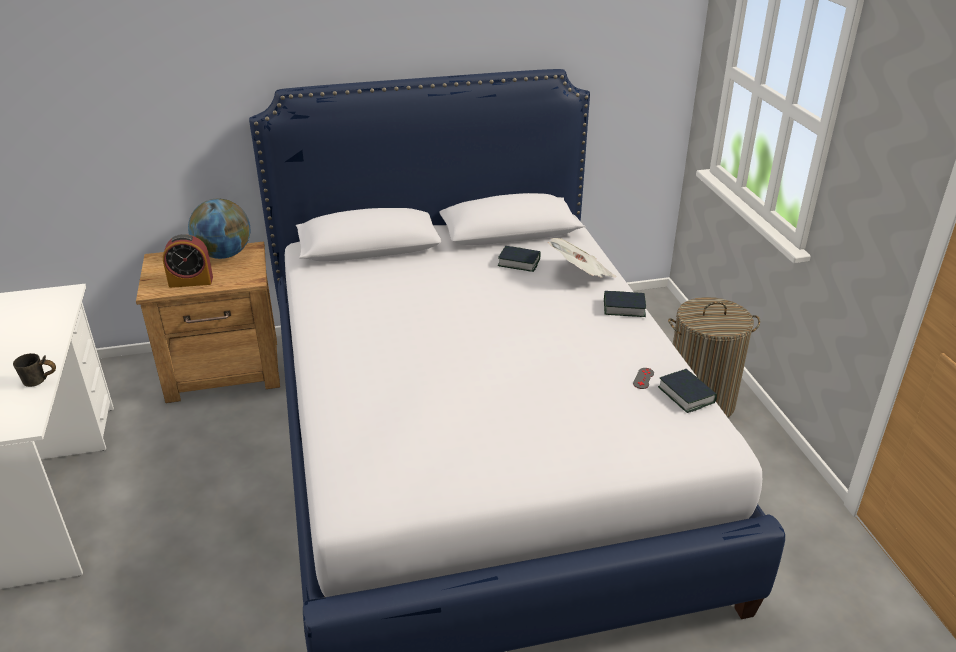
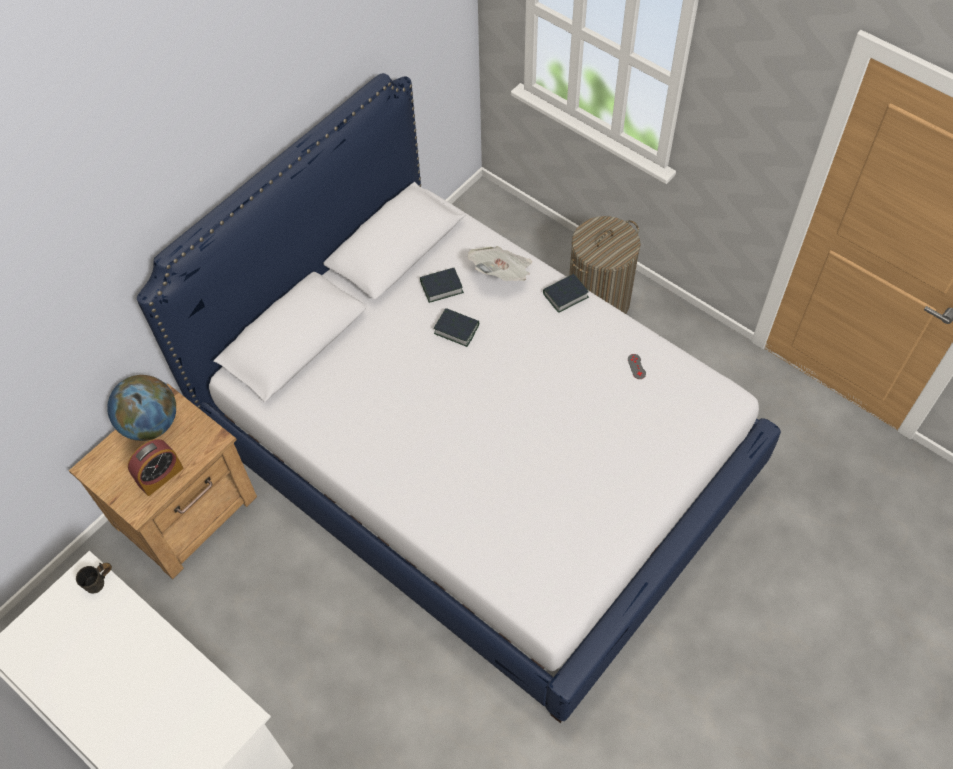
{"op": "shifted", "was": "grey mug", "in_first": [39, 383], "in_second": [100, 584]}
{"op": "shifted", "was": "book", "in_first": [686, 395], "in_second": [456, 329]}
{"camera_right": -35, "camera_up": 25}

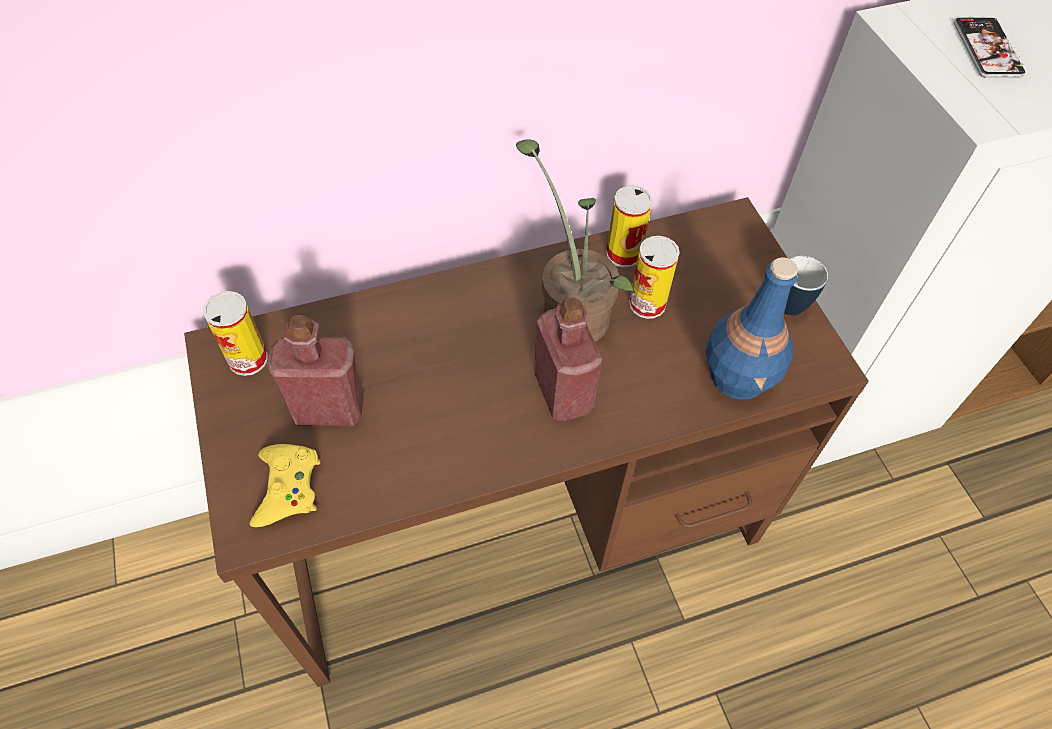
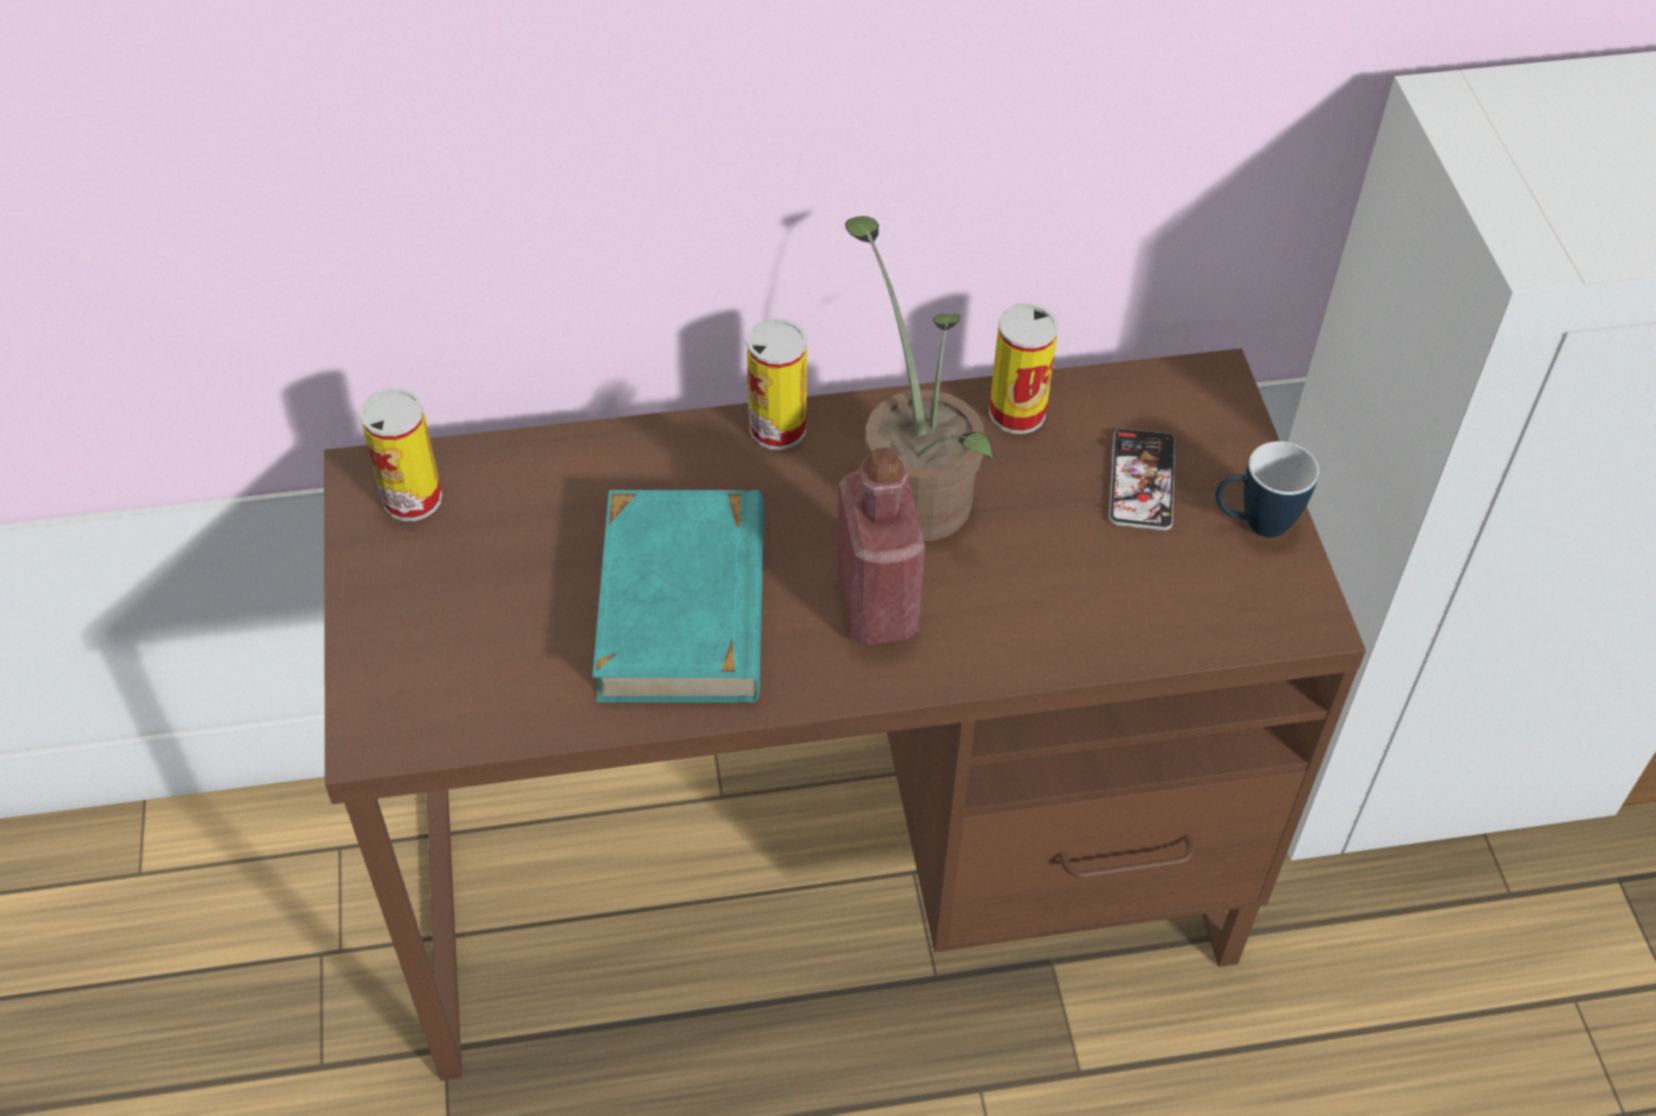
{"op": "new", "now": "turquoise book", "in_second": [685, 605]}
{"op": "shifted", "was": "can", "in_first": [647, 304], "in_second": [778, 428]}
{"op": "shifted", "was": "phone", "in_first": [987, 49], "in_second": [1142, 481]}
{"op": "gone", "was": "yellow game controller", "in_first": [287, 488]}
{"op": "gone", "was": "red bottle", "in_first": [328, 408]}
{"op": "gone", "was": "blue bottle", "in_first": [739, 376]}
{"camera_right": 10, "camera_up": -5}

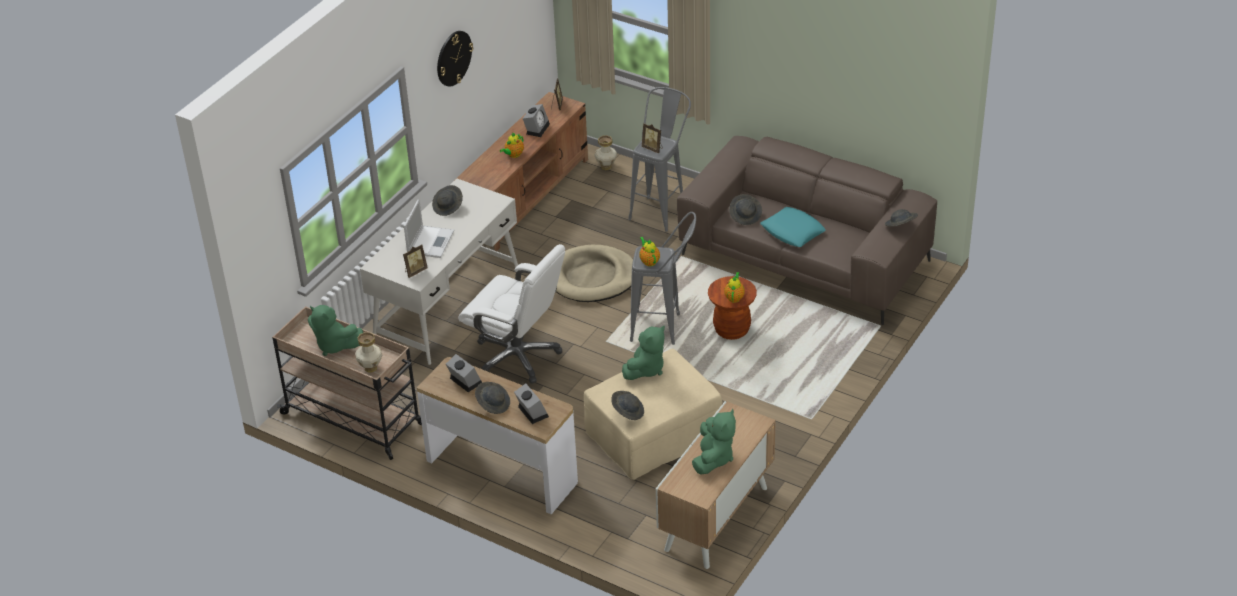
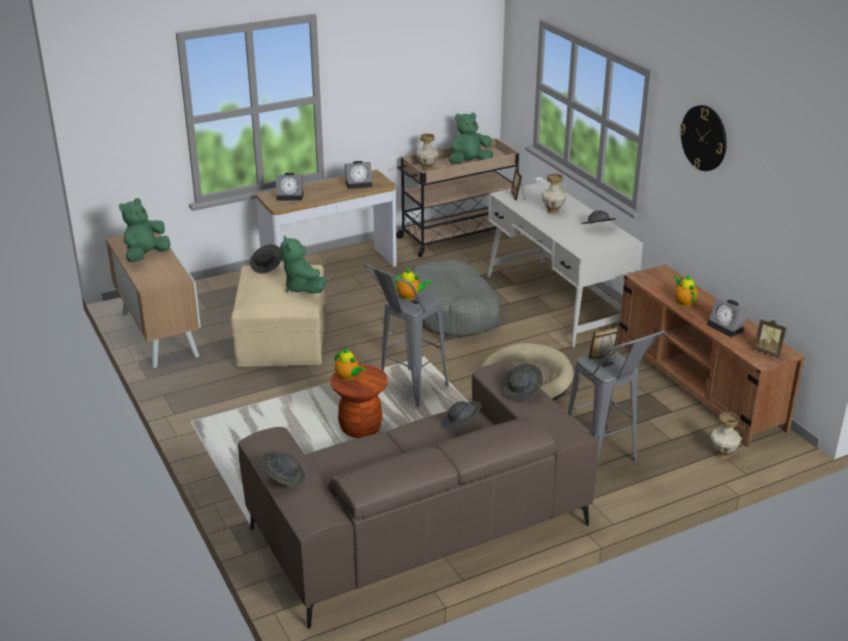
{"op": "rotated", "was": "green plush toy", "in_first": [713, 458], "in_second": [146, 256], "clockwise": 75}
{"op": "swapped", "was": "white office chair", "now": "grey dog bed", "in_first": [518, 356], "in_second": [453, 312]}
{"op": "shifted", "was": "grey hat", "in_first": [493, 404], "in_second": [522, 391]}
{"op": "swapped", "was": "laptop", "now": "vase", "in_first": [431, 241], "in_second": [553, 211]}
{"op": "gone", "was": "turquoise pillow", "in_first": [792, 231]}
{"camera_right": 120, "camera_up": -10}

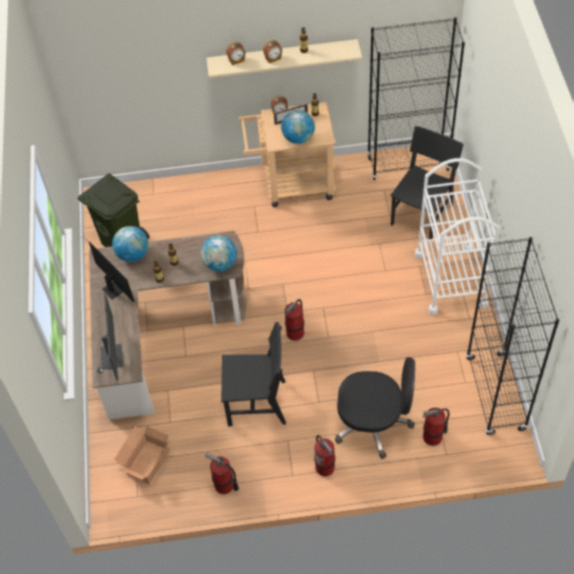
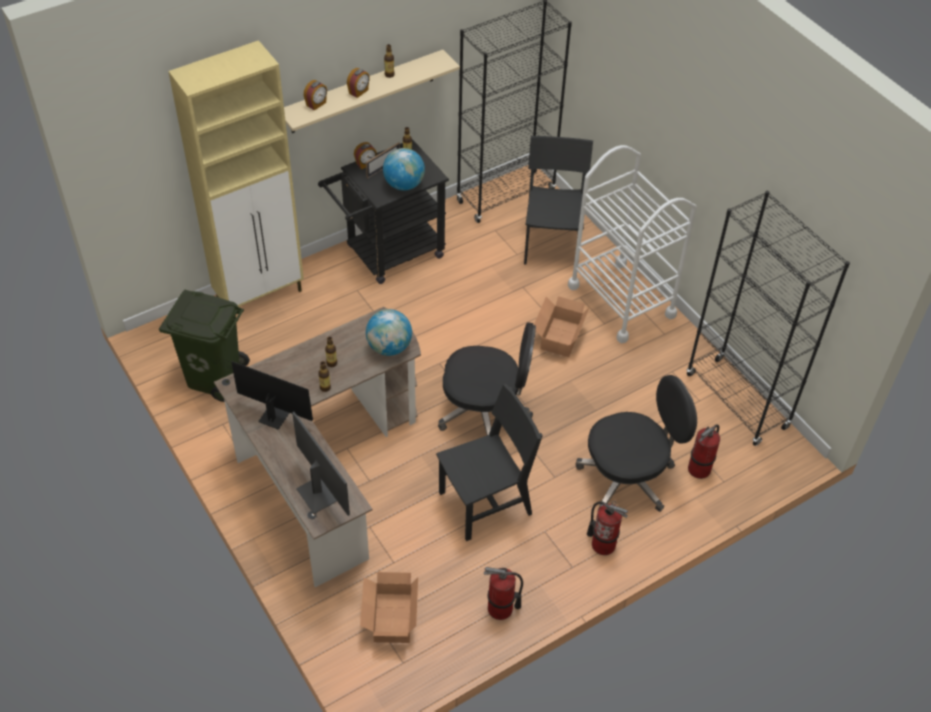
{"op": "new", "now": "beige cabinet", "in_second": [261, 295]}
{"op": "repainted", "was": "beige cart", "now": "black cart", "in_first": [292, 185], "in_second": [387, 254]}
{"op": "swapped", "was": "fire extinguisher", "now": "black office chair", "in_first": [295, 333], "in_second": [485, 411]}
{"op": "new", "now": "cardboard box", "in_second": [558, 337]}
{"op": "gone", "was": "globe", "in_first": [133, 254]}
{"camera_right": -30, "camera_up": -5}

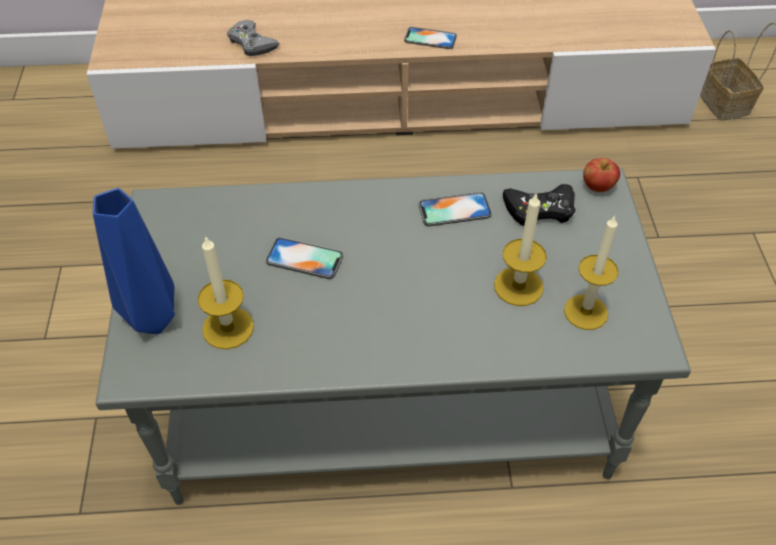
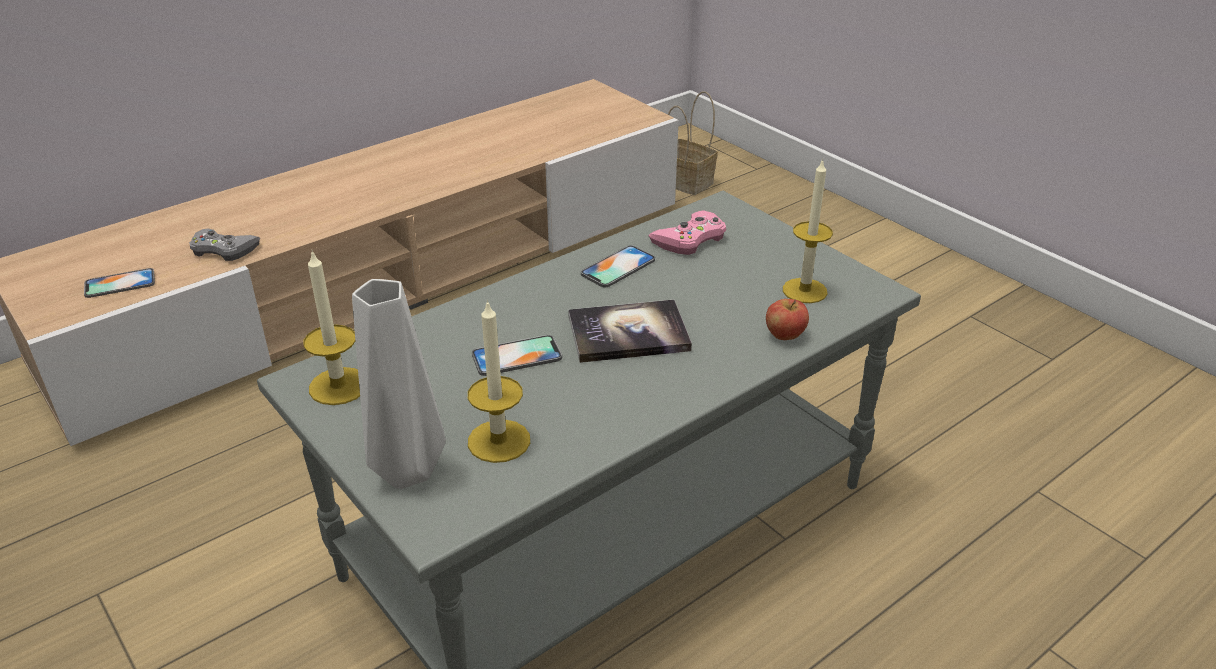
{"op": "shifted", "was": "phone", "in_first": [430, 38], "in_second": [120, 284]}
{"op": "shifted", "was": "candle", "in_first": [518, 286], "in_second": [338, 386]}
{"op": "repainted", "was": "blue vase", "now": "grey vase", "in_first": [151, 322], "in_second": [408, 473]}
{"op": "new", "now": "book", "in_second": [628, 333]}
{"op": "repainted", "was": "black game controller", "now": "pink game controller", "in_first": [540, 209], "in_second": [690, 239]}
{"op": "shifted", "was": "apple", "in_first": [597, 186], "in_second": [784, 335]}
{"camera_right": -35, "camera_up": -15}

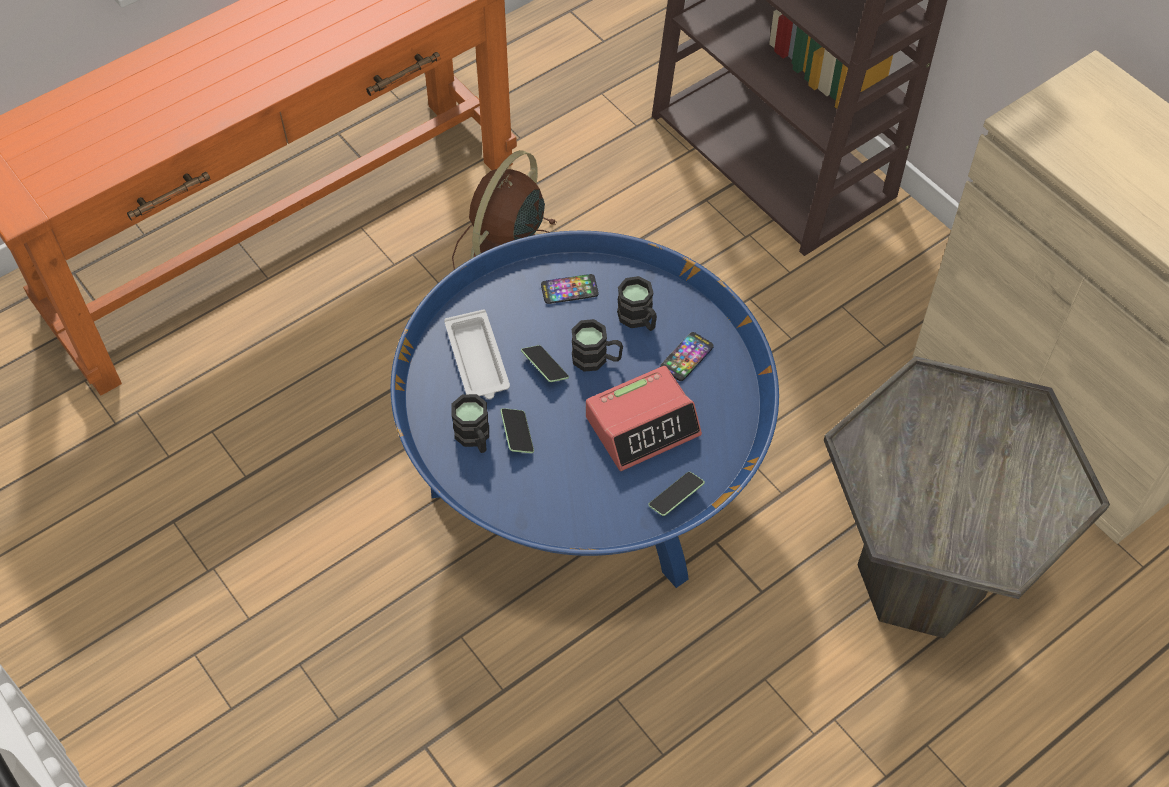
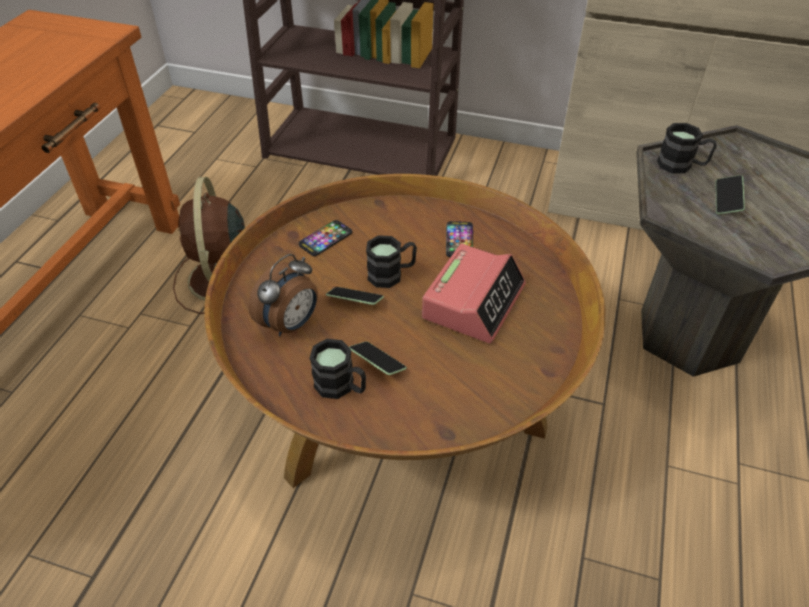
{"op": "repainted", "was": "blue coffee table", "now": "brown coffee table", "in_first": [584, 474], "in_second": [404, 396]}
{"op": "swapped", "was": "white tray", "now": "alarm clock", "in_first": [477, 360], "in_second": [291, 324]}
{"op": "shifted", "was": "black mug", "in_first": [639, 319], "in_second": [681, 165]}
{"op": "shifted", "was": "phone", "in_first": [676, 498], "in_second": [727, 201]}
{"camera_right": -35, "camera_up": -10}

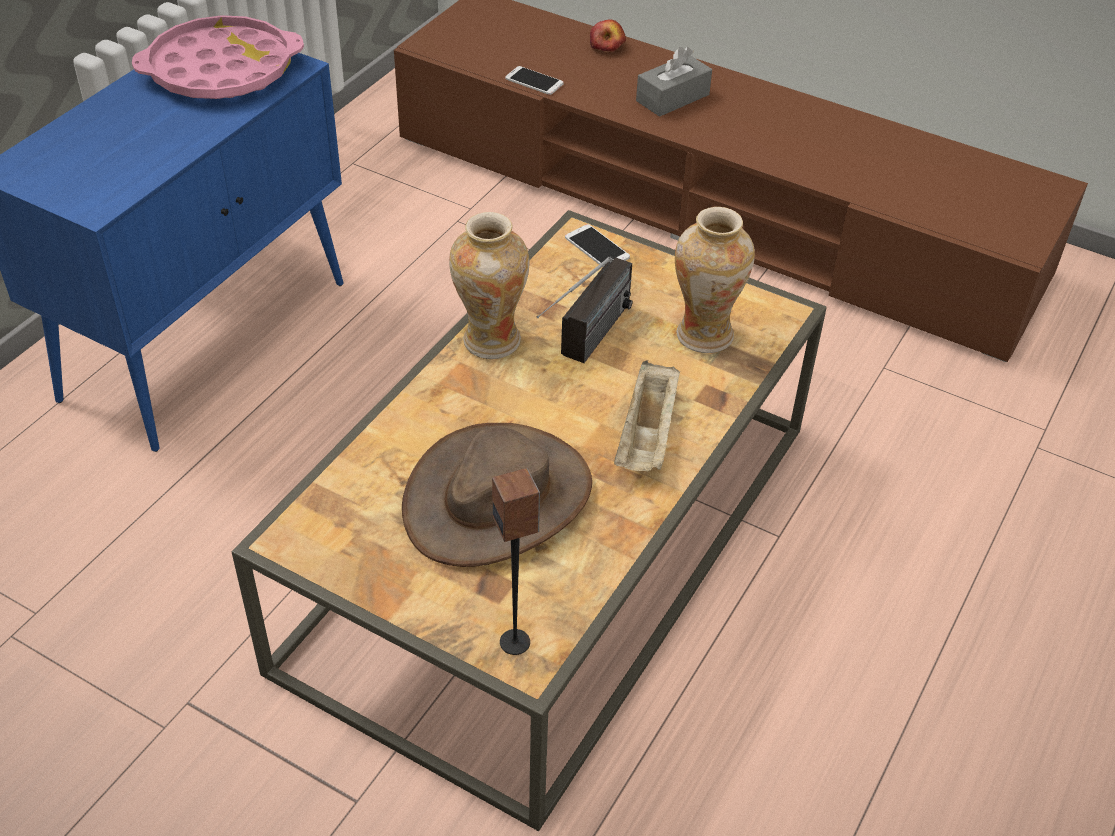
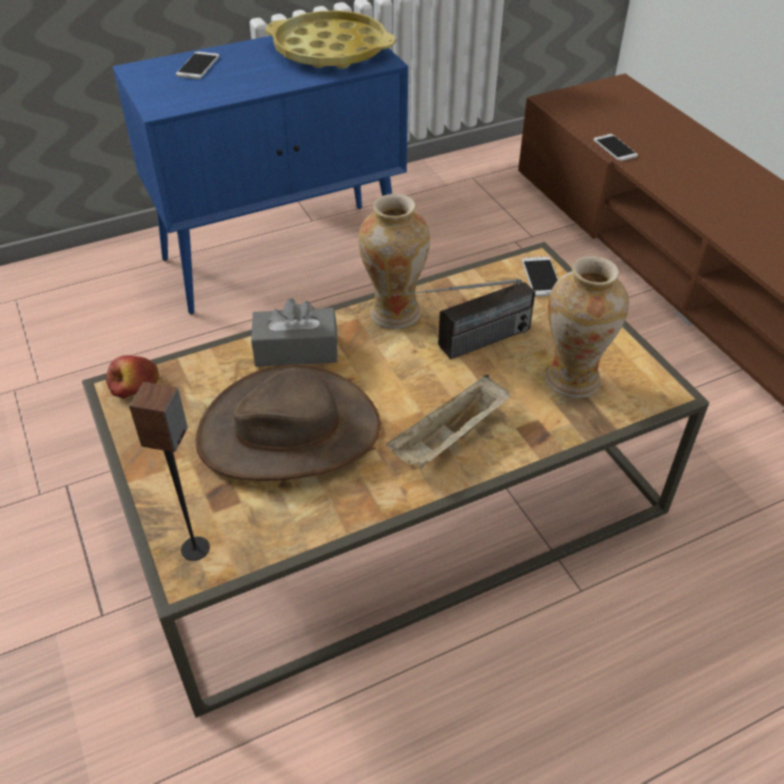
{"op": "shifted", "was": "apple", "in_first": [607, 46], "in_second": [135, 386]}
{"op": "new", "now": "phone", "in_second": [198, 66]}
{"op": "shifted", "was": "grey tissue box", "in_first": [672, 98], "in_second": [296, 350]}
{"op": "repainted", "was": "pink tray", "now": "yellow tray", "in_first": [221, 70], "in_second": [330, 50]}
{"camera_right": 35, "camera_up": 0}

